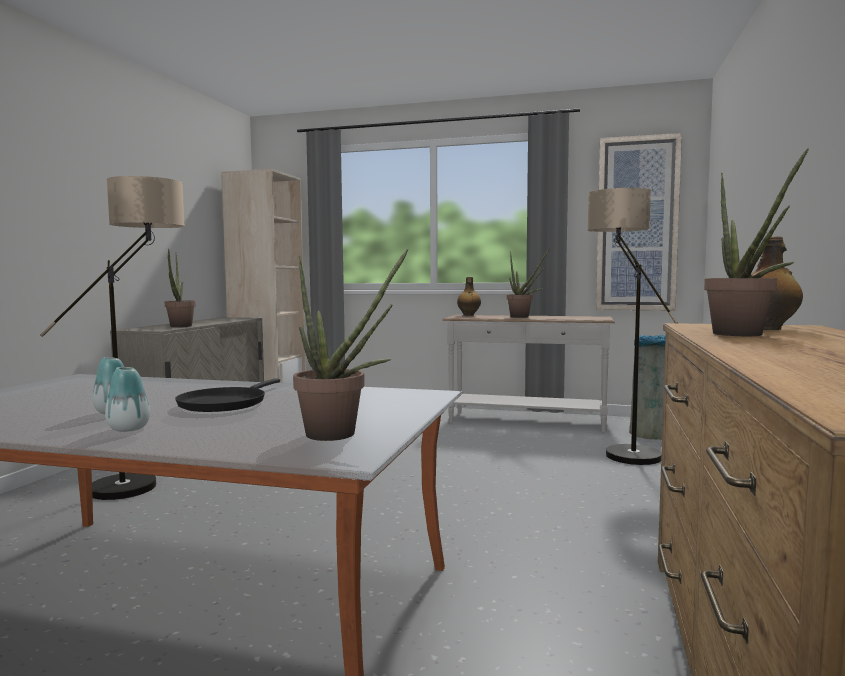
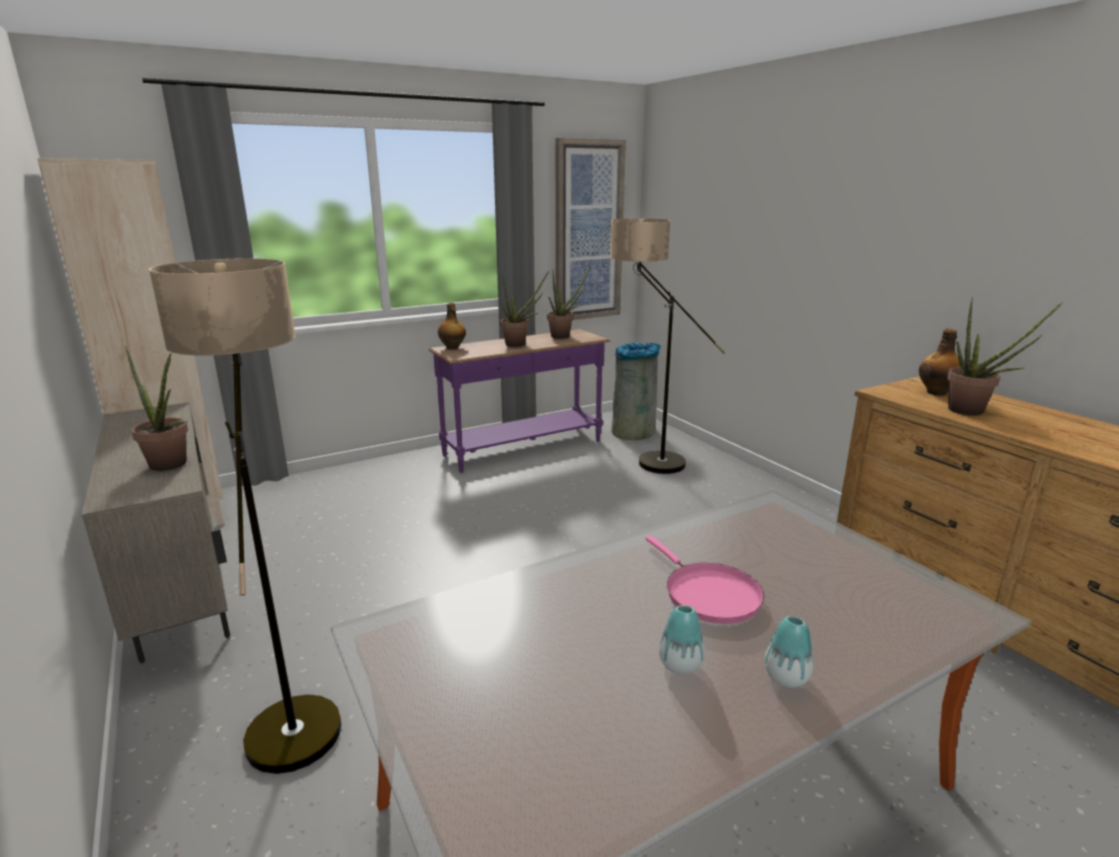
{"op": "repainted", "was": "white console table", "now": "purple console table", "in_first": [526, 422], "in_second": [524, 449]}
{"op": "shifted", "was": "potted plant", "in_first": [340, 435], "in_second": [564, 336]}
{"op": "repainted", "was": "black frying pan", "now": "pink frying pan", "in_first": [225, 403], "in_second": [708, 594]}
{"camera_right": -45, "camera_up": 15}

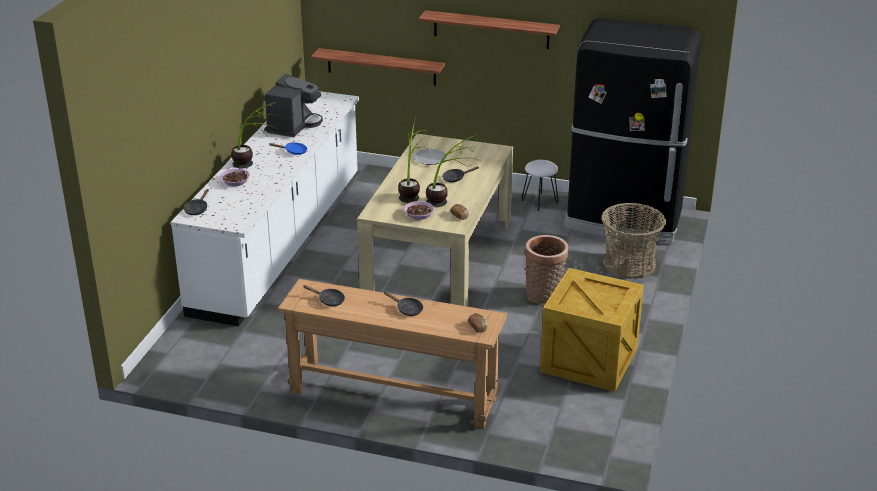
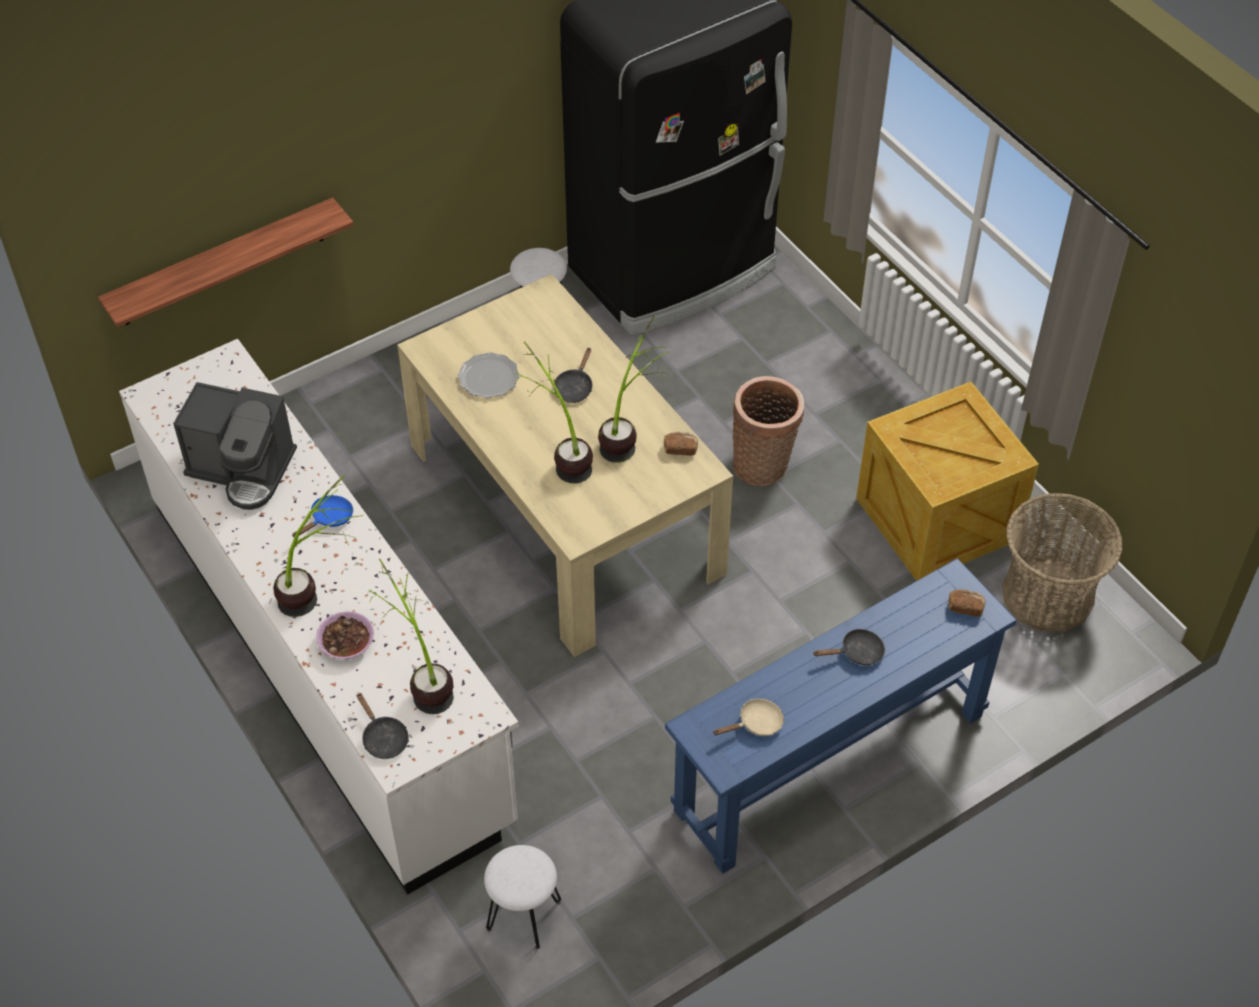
{"op": "rotated", "was": "coffee machine", "in_first": [293, 125], "in_second": [243, 469], "clockwise": 135}
{"op": "new", "now": "potted plant", "in_second": [421, 678]}
{"op": "new", "now": "white stool", "in_second": [524, 915]}
{"op": "repainted", "was": "brown console table", "now": "blue console table", "in_first": [393, 394], "in_second": [830, 762]}
{"op": "repainted", "was": "black frying pan", "now": "beige frying pan", "in_first": [328, 300], "in_second": [756, 724]}
{"op": "shifted", "was": "basket", "in_first": [629, 265], "in_second": [1048, 594]}
{"op": "gone", "was": "bowl", "in_first": [419, 215]}
{"op": "gone", "was": "shelf", "in_first": [491, 29]}
{"camera_right": -50, "camera_up": 20}

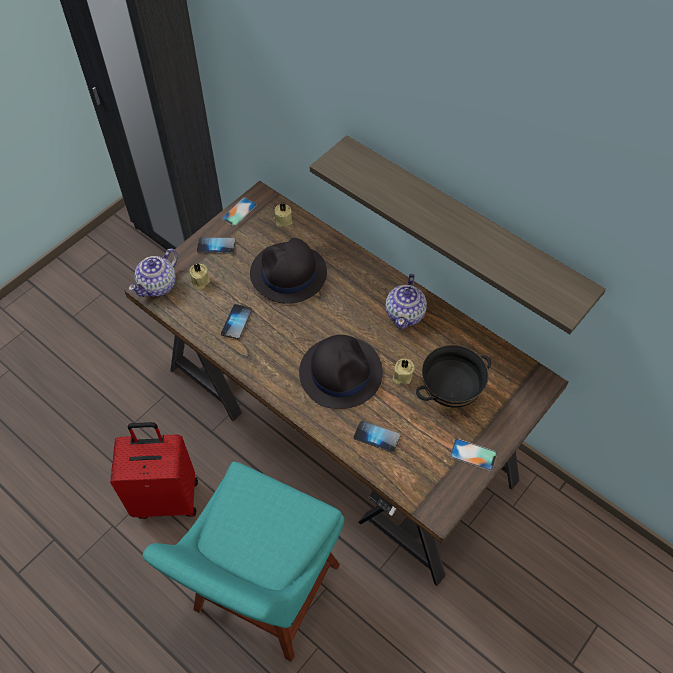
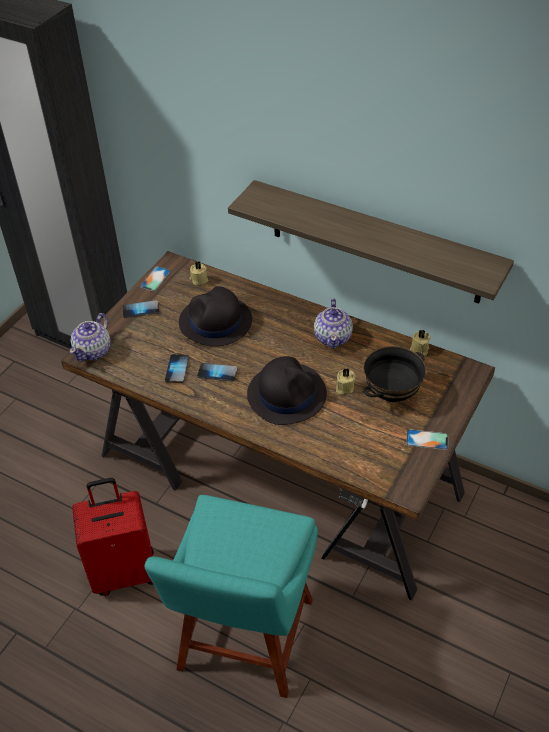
{"op": "shifted", "was": "phone", "in_first": [376, 437], "in_second": [217, 373]}
{"op": "shifted", "was": "beige candle", "in_first": [199, 281], "in_second": [419, 349]}
{"camera_right": -10, "camera_up": -10}

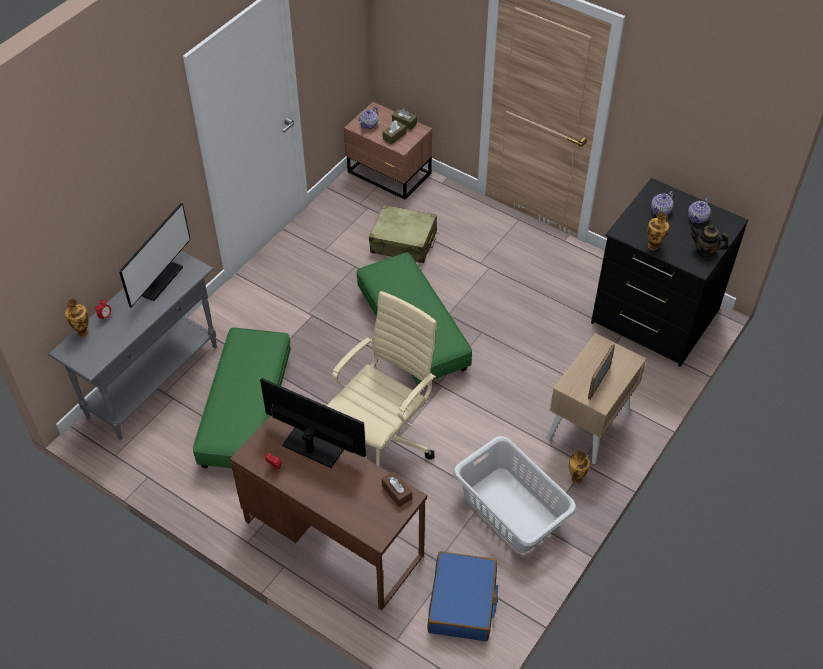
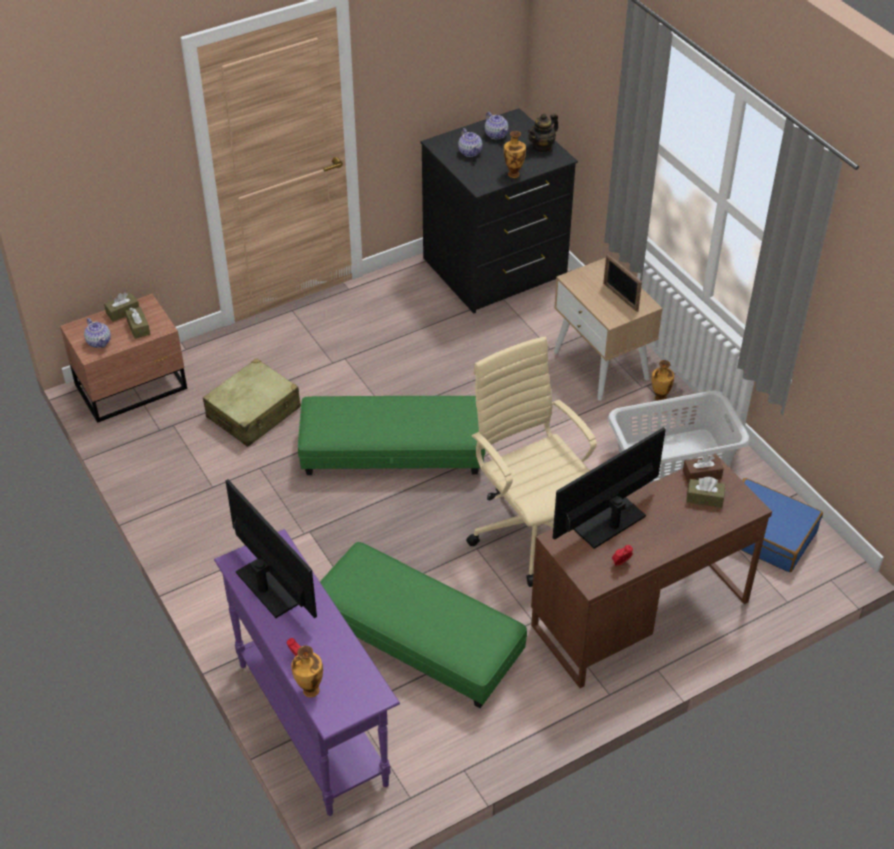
{"op": "repainted", "was": "grey console table", "now": "purple console table", "in_first": [154, 381], "in_second": [312, 722]}
{"op": "new", "now": "brown tissue box", "in_second": [704, 498]}
{"camera_right": -65, "camera_up": -5}

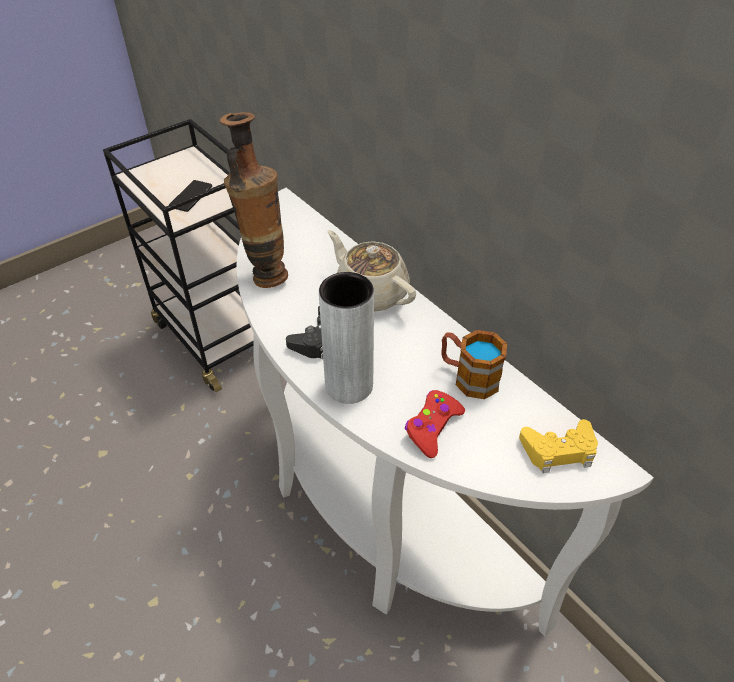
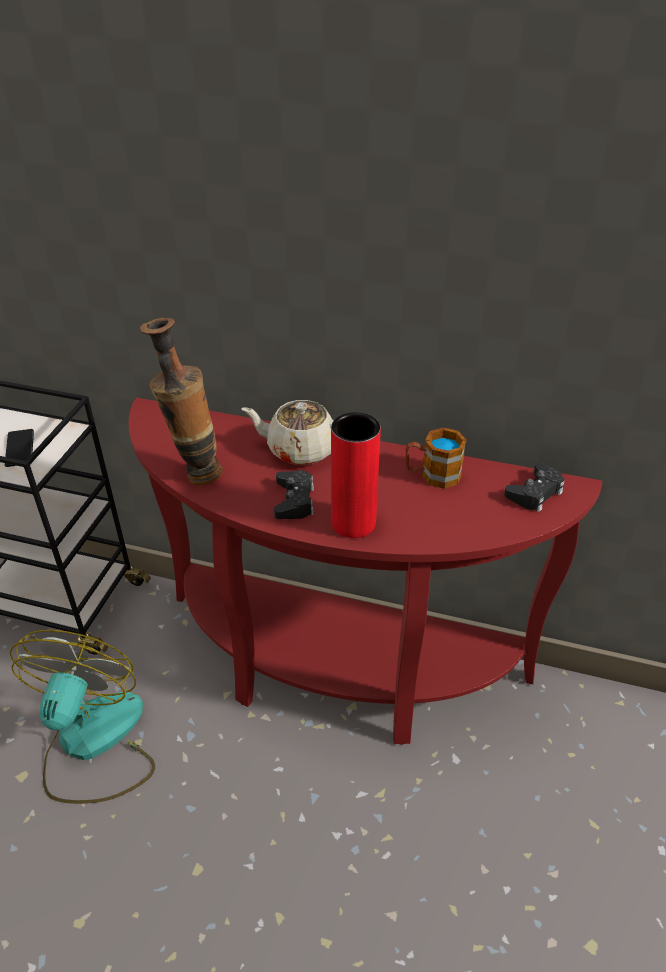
{"op": "new", "now": "fan", "in_second": [93, 744]}
{"op": "repainted", "was": "white console table", "now": "red console table", "in_first": [374, 510], "in_second": [335, 671]}
{"op": "repainted", "was": "grey vase", "now": "red vase", "in_first": [349, 385], "in_second": [353, 523]}
{"op": "repainted", "was": "yellow game controller", "now": "black game controller", "in_first": [558, 450], "in_second": [535, 493]}
{"op": "gone", "was": "red game controller", "in_first": [432, 427]}
{"camera_right": -35, "camera_up": -5}

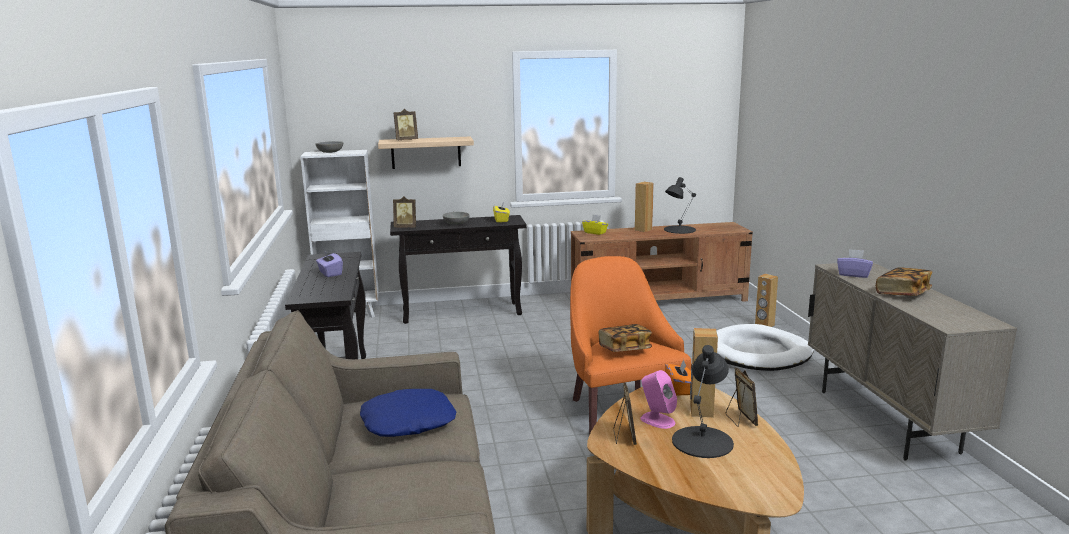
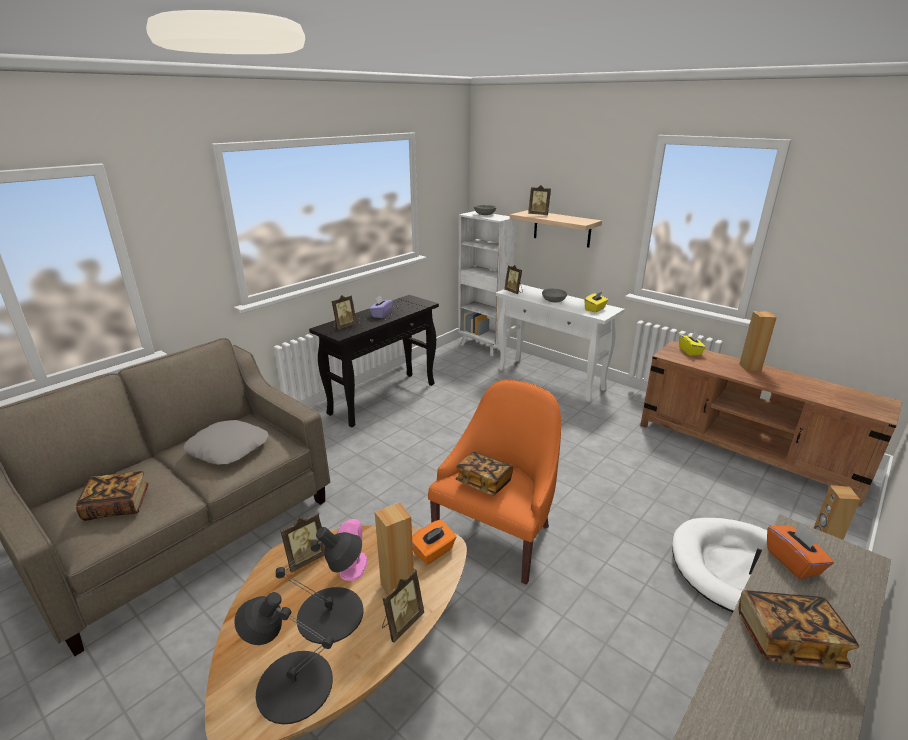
{"op": "new", "now": "book", "in_second": [117, 506]}
{"op": "repainted", "was": "blue pillow", "now": "grey pillow", "in_first": [408, 421], "in_second": [228, 448]}
{"op": "shifted", "was": "black table lamp", "in_first": [679, 229], "in_second": [293, 685]}
{"op": "new", "now": "picture frame", "in_second": [344, 326]}
{"op": "repainted", "was": "black console table", "now": "white console table", "in_first": [463, 312], "in_second": [551, 379]}
{"op": "repainted", "was": "purple tissue box", "now": "orange tissue box", "in_first": [853, 274], "in_second": [793, 562]}
{"camera_right": 50, "camera_up": 10}

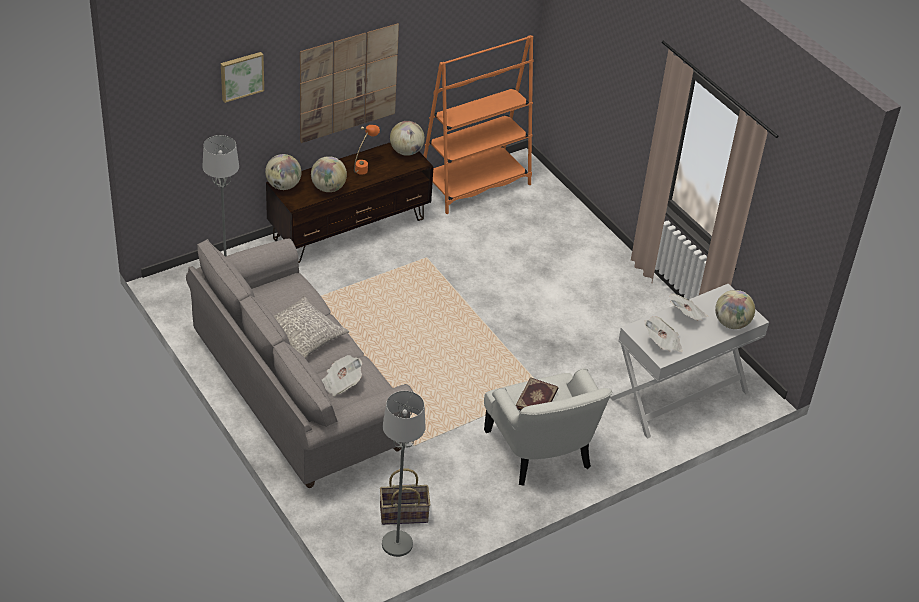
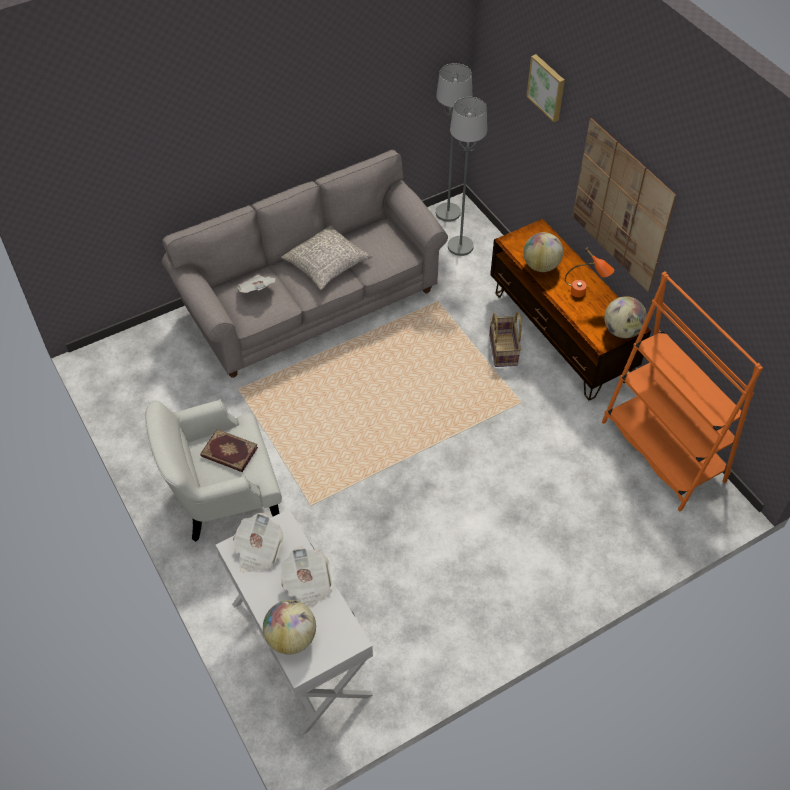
{"op": "shifted", "was": "grey floor lamp", "in_first": [397, 544], "in_second": [447, 212]}
{"op": "shifted", "was": "basket", "in_first": [404, 513], "in_second": [504, 350]}
{"op": "gone", "was": "globe", "in_first": [283, 186]}
{"camera_right": 95, "camera_up": 10}

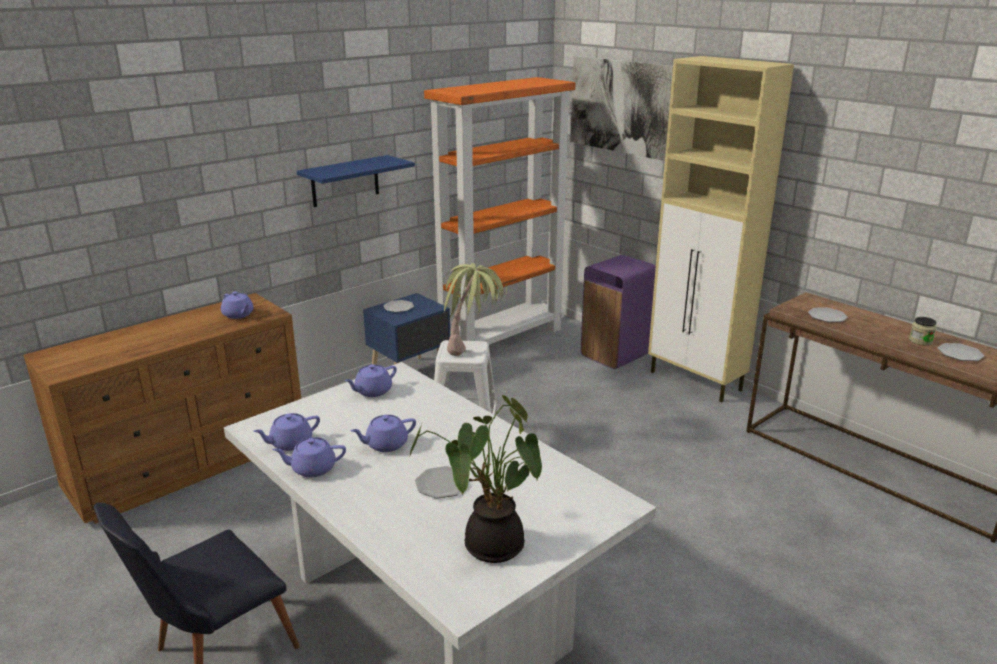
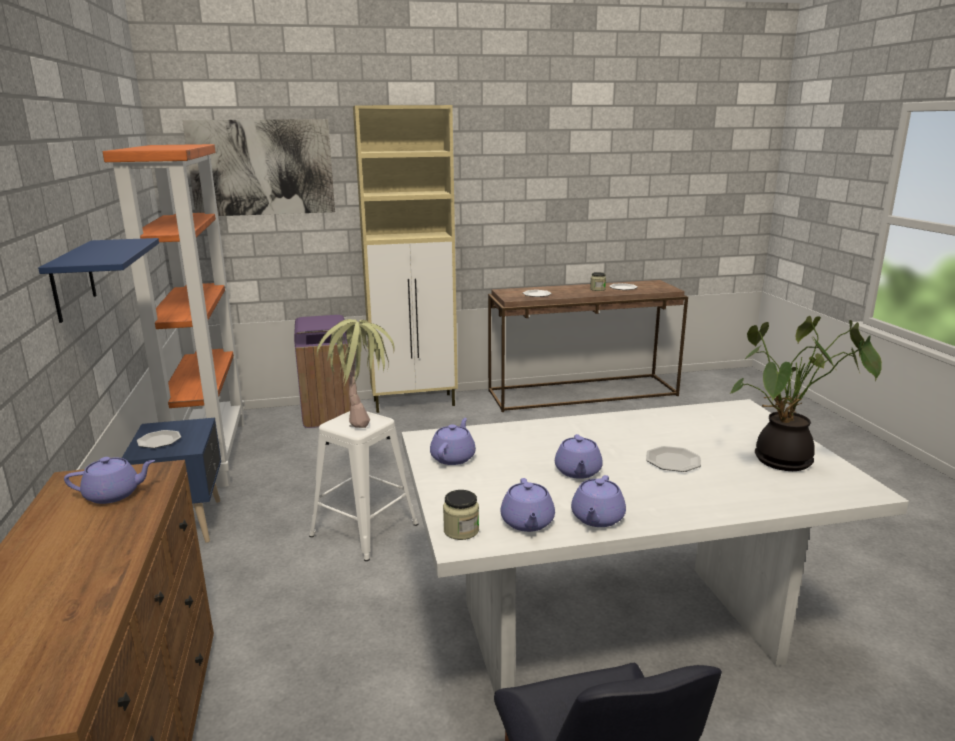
{"op": "rotated", "was": "purple teapot", "in_first": [372, 391], "in_second": [453, 457], "clockwise": -150}
{"op": "new", "now": "jar", "in_second": [461, 530]}
{"camera_right": -60, "camera_up": -5}

